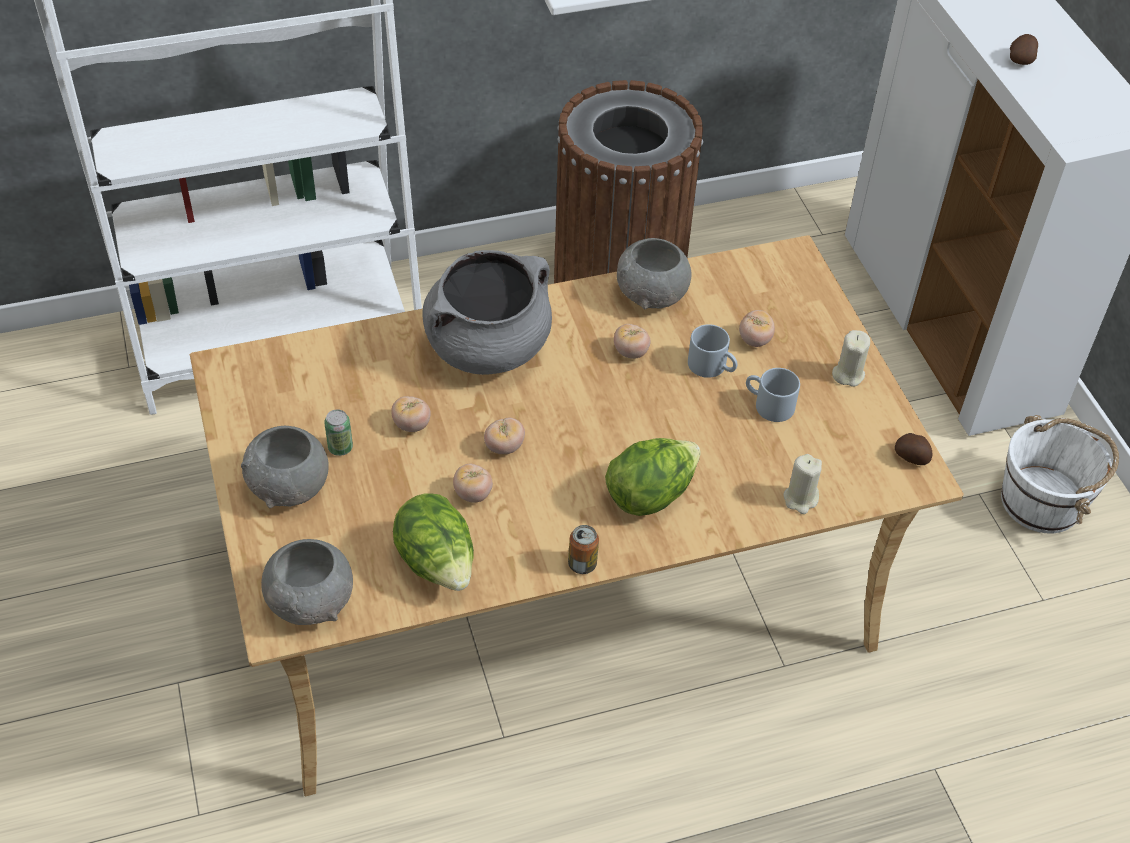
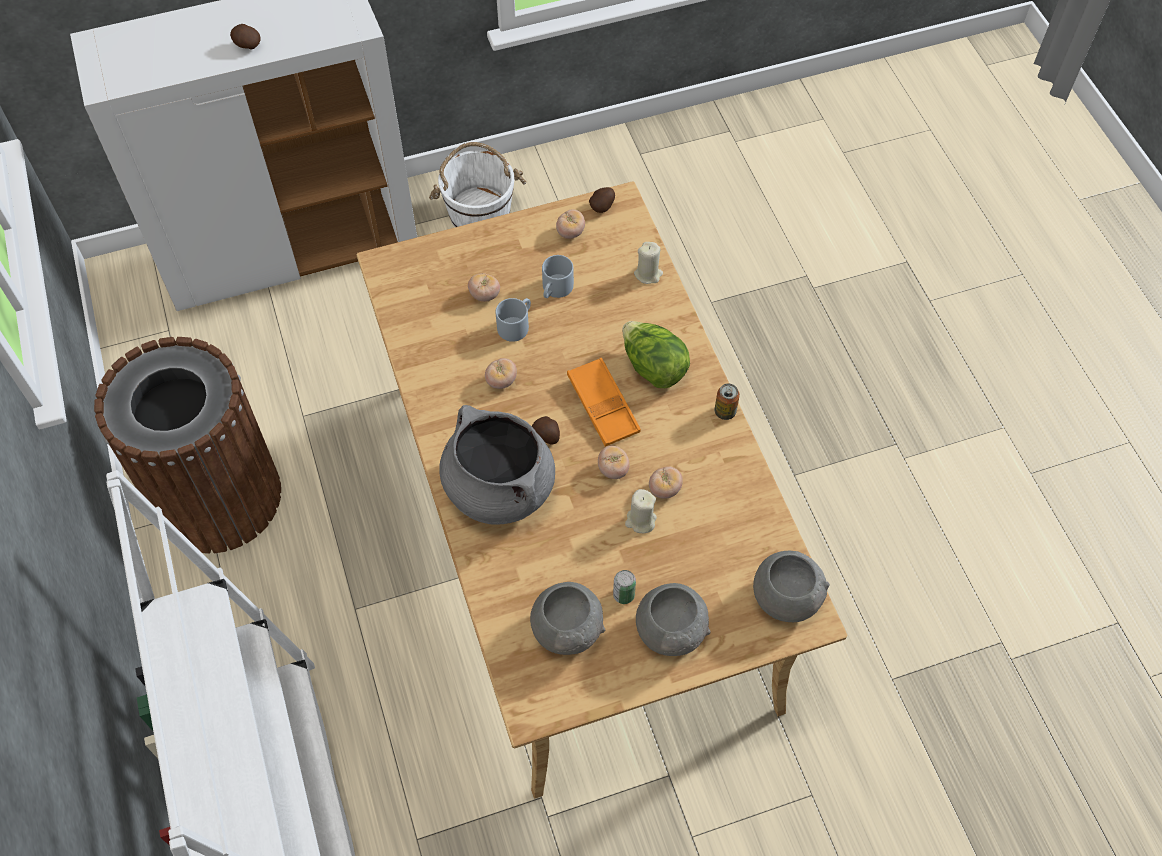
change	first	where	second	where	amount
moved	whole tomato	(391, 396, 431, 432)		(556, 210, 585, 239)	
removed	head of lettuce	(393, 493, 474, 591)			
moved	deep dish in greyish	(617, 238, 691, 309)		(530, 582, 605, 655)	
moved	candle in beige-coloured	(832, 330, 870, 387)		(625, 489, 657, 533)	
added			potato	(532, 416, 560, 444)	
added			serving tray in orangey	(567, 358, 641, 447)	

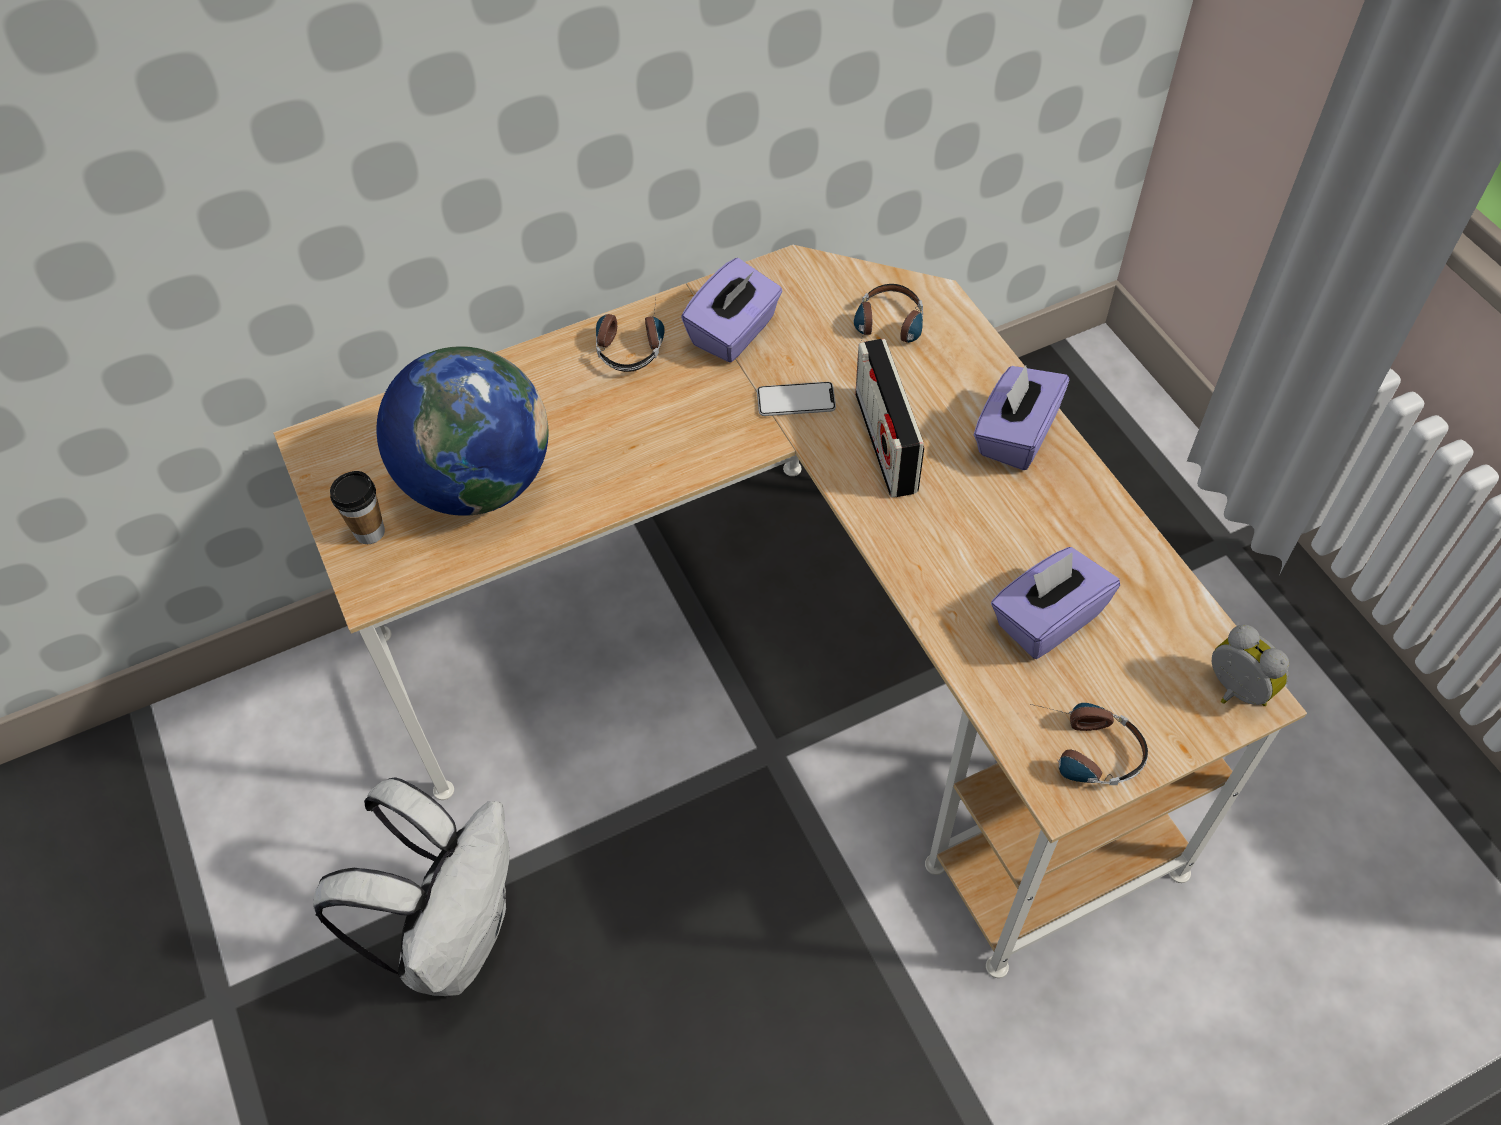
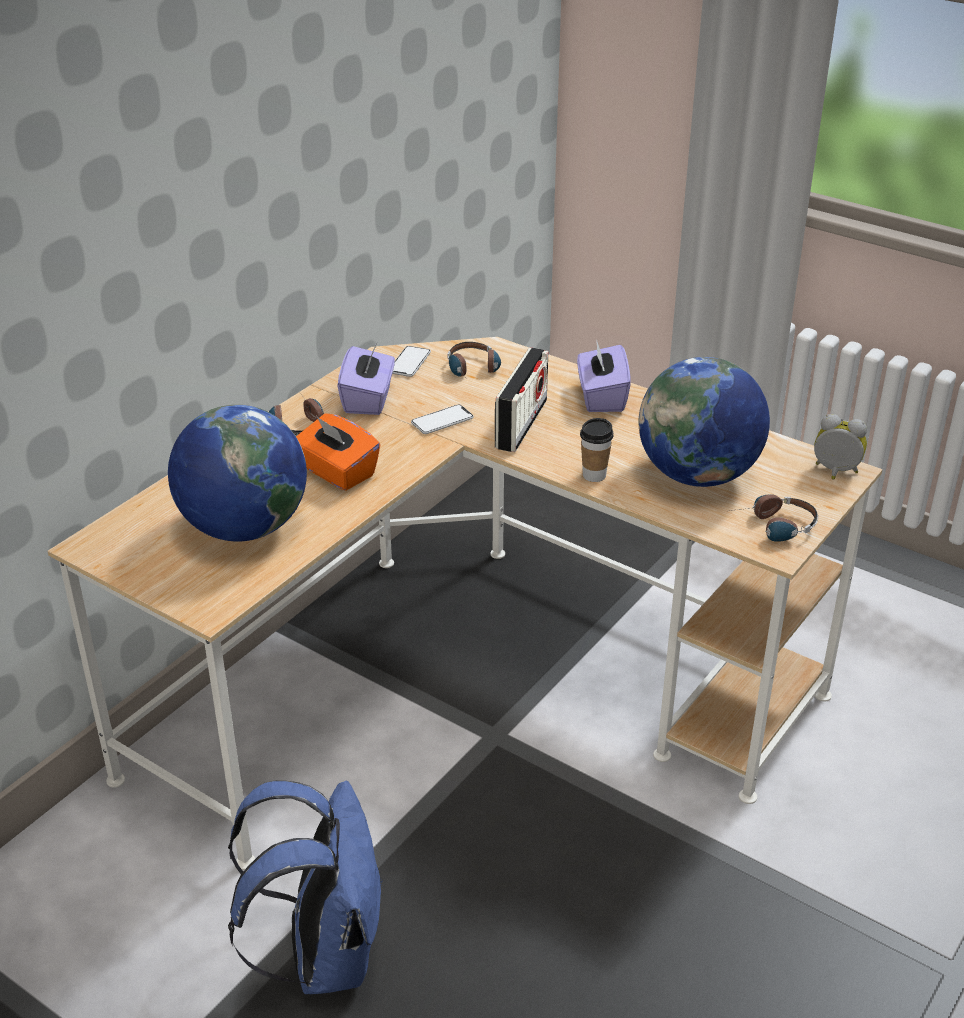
change	first	where	second	where	amount
recoloured	knapsack in whitish	(313, 777, 510, 996)	knapsack in blue-coloured	(228, 780, 383, 994)	
moved	small cup	(330, 471, 385, 544)		(580, 418, 614, 482)	
turned	radio receiver	(855, 339, 924, 498)		(495, 348, 548, 452)	120 degrees counterclockwise
replaced	tissue holder in purple	(991, 547, 1120, 659)	world globe	(639, 357, 770, 487)	
added			tissue holder in orangey	(296, 413, 380, 491)	
added			handset	(392, 346, 431, 377)	

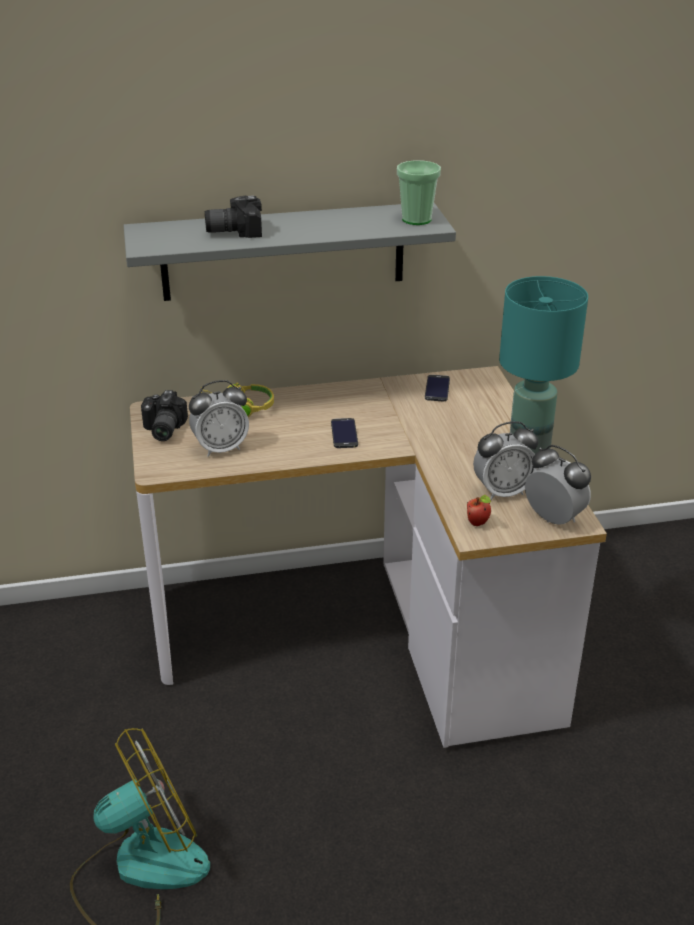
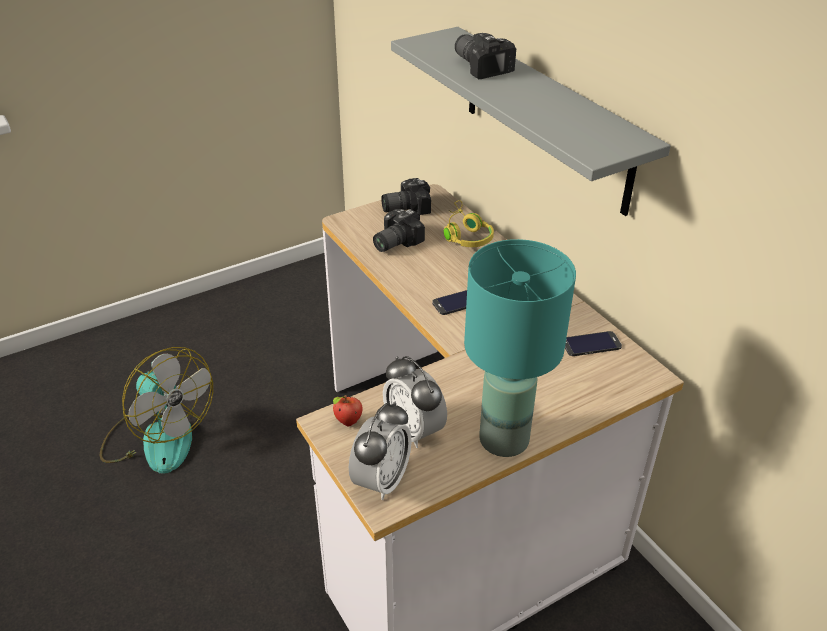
change	first	where	second	where	amount
replaced	table clock	(189, 380, 249, 457)	still camera	(373, 209, 425, 252)	
removed	small cup	(397, 160, 441, 225)			

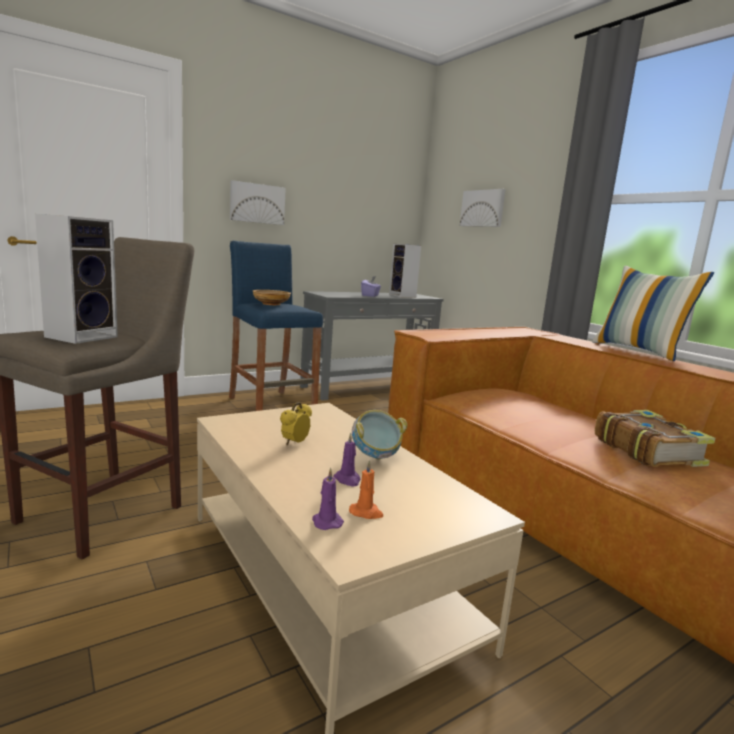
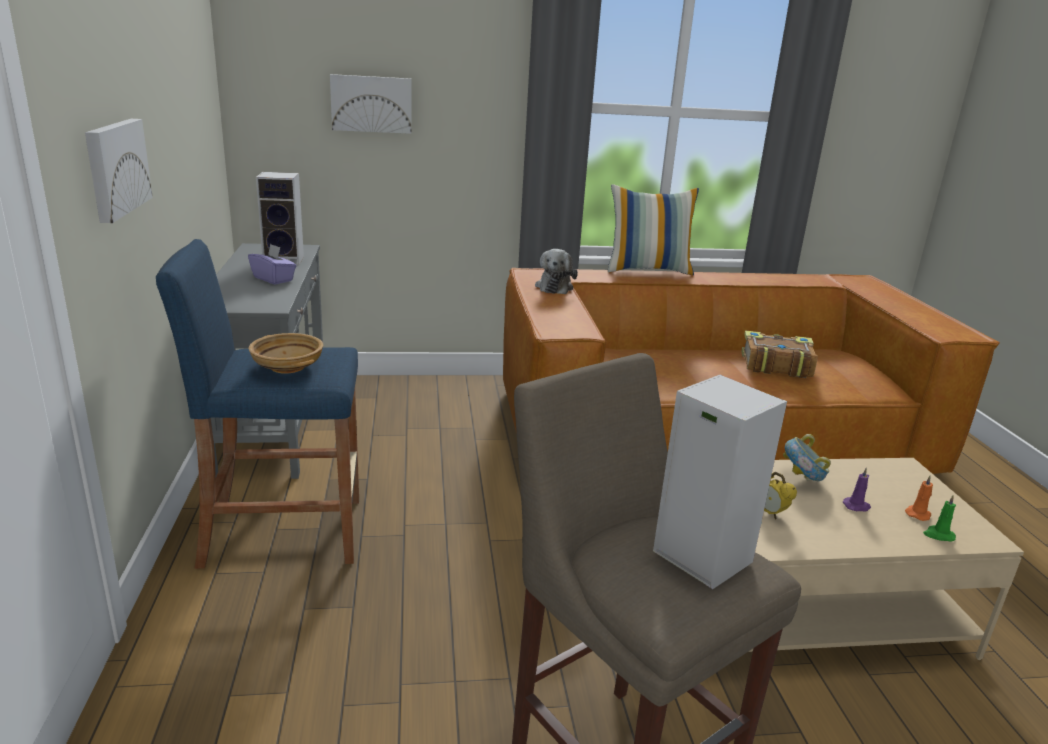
change	first	where	second	where	amount
recoloured	candle in purple	(312, 468, 344, 530)	candle in green	(923, 495, 956, 542)	
added			plush toy	(535, 249, 578, 294)	

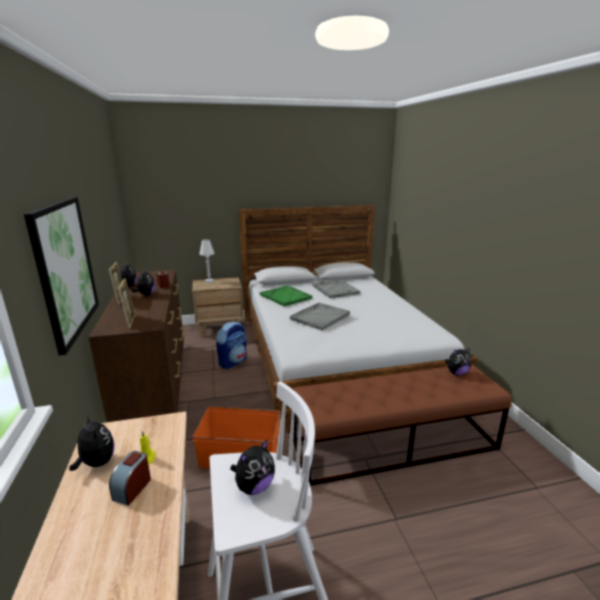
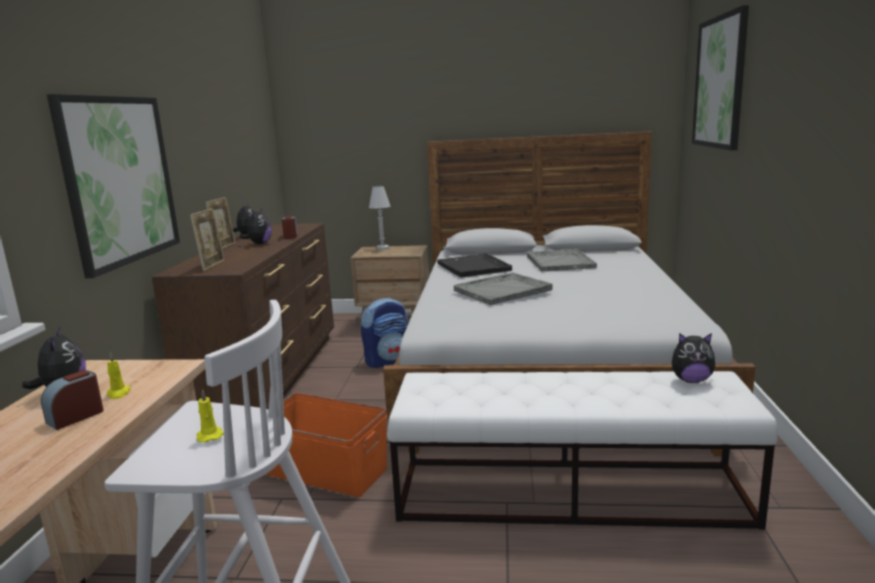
change	first	where	second	where	amount
replaced	plush toy	(230, 440, 275, 495)	candle in yellow-coloured	(196, 390, 224, 442)	
recoloured	serving tray in green	(260, 285, 312, 306)	serving tray in black	(437, 253, 512, 277)	
recoloured	indoor bench in brownish	(293, 364, 512, 486)	indoor bench in whitish	(387, 371, 778, 530)	
added			wall picture	(692, 5, 749, 150)	

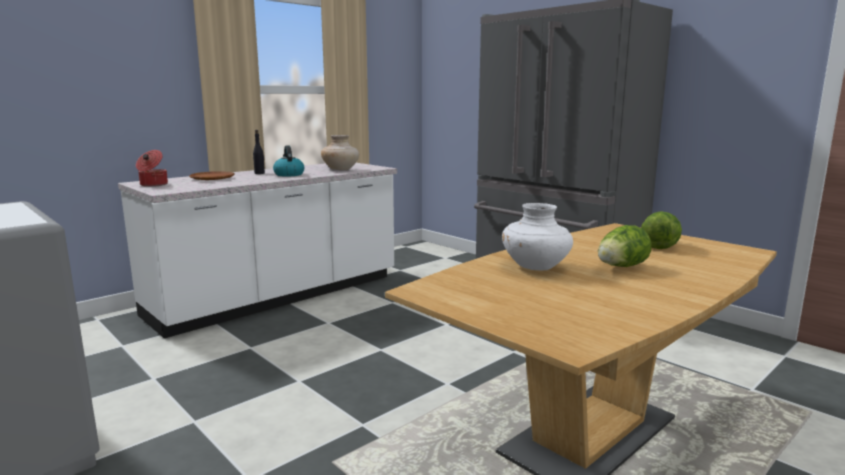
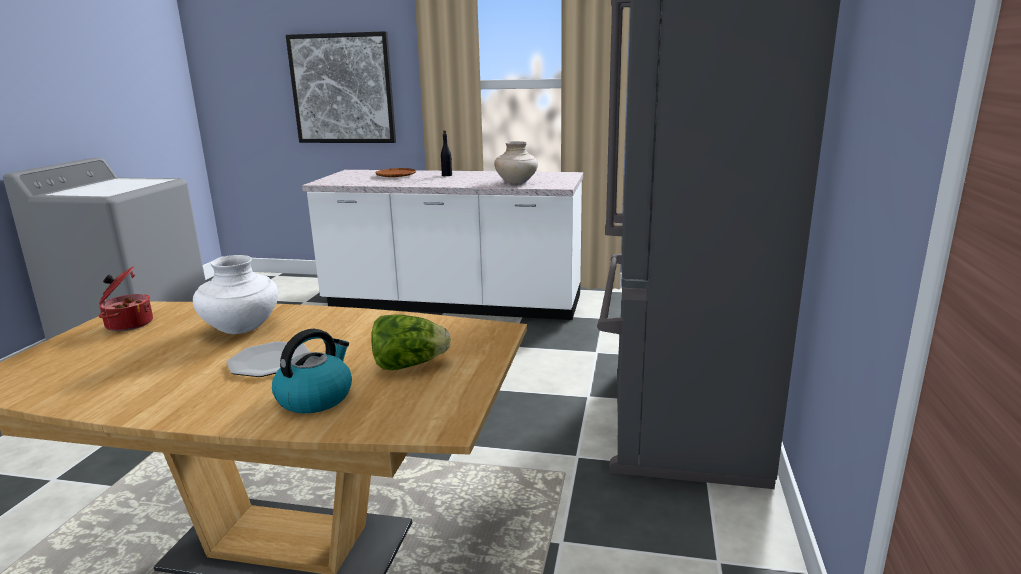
change	first	where	second	where	amount
moved	saucepot	(136, 150, 168, 187)		(99, 266, 153, 331)	
moved	water kettle	(273, 145, 304, 177)		(272, 329, 352, 413)	
replaced	head of lettuce	(598, 225, 651, 267)	flat dish	(227, 341, 310, 377)	
added			wall picture	(286, 31, 396, 143)	

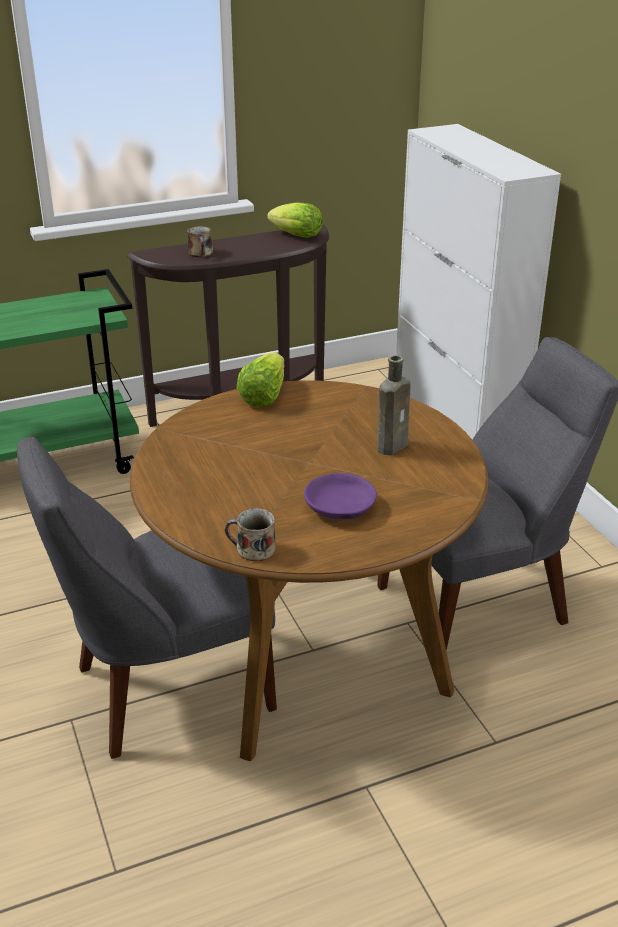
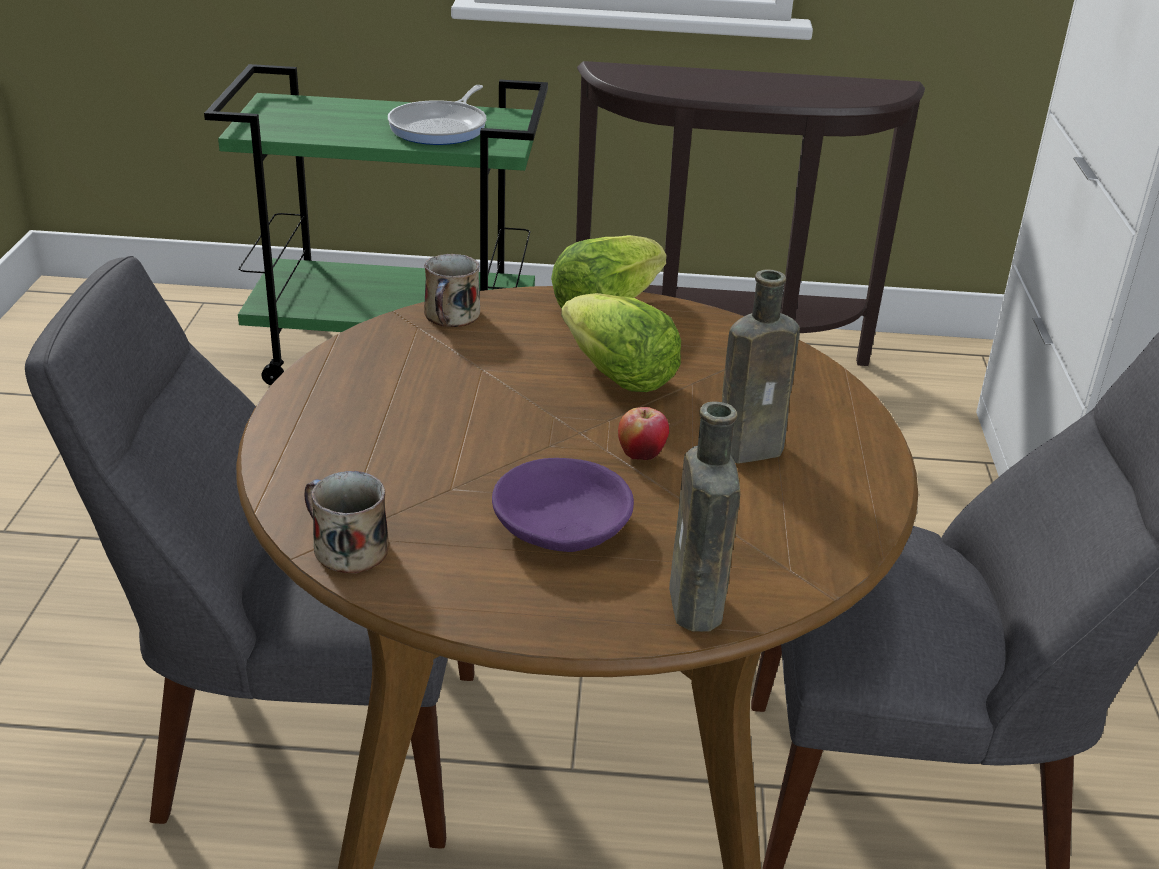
change	first	where	second	where	amount
moved	coffee mug	(187, 226, 213, 257)		(424, 254, 480, 327)	
moved	head of lettuce	(267, 202, 323, 238)		(561, 293, 681, 392)	
added			pan	(388, 85, 487, 145)	
added			whole apple	(618, 407, 669, 460)	
added			drink bottle in brownish	(669, 401, 740, 632)	

